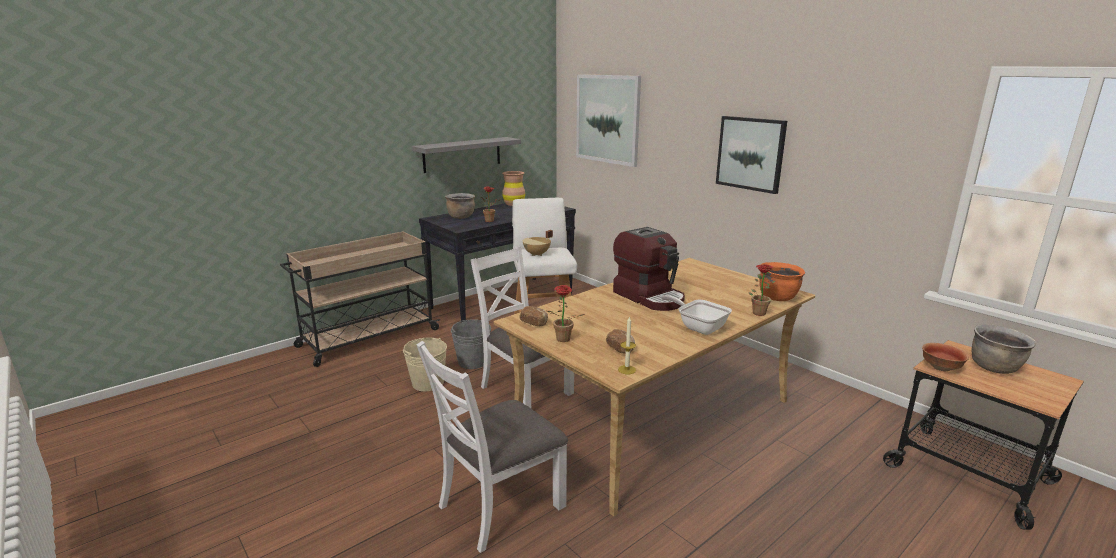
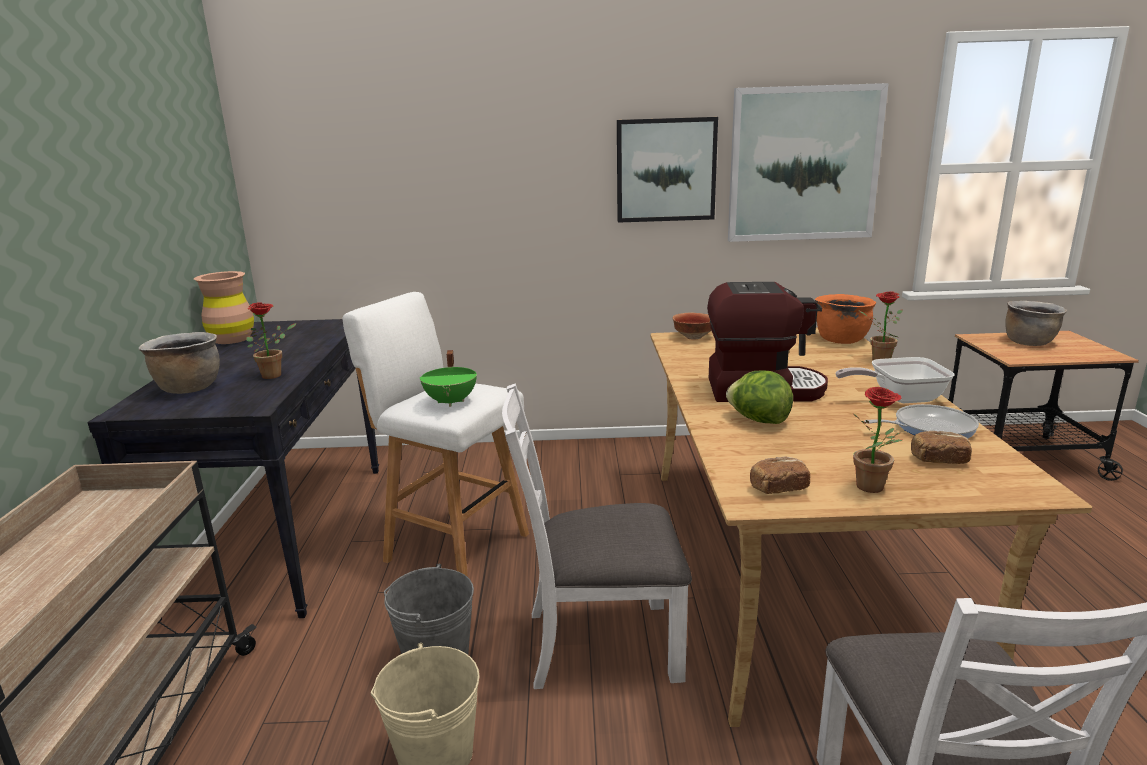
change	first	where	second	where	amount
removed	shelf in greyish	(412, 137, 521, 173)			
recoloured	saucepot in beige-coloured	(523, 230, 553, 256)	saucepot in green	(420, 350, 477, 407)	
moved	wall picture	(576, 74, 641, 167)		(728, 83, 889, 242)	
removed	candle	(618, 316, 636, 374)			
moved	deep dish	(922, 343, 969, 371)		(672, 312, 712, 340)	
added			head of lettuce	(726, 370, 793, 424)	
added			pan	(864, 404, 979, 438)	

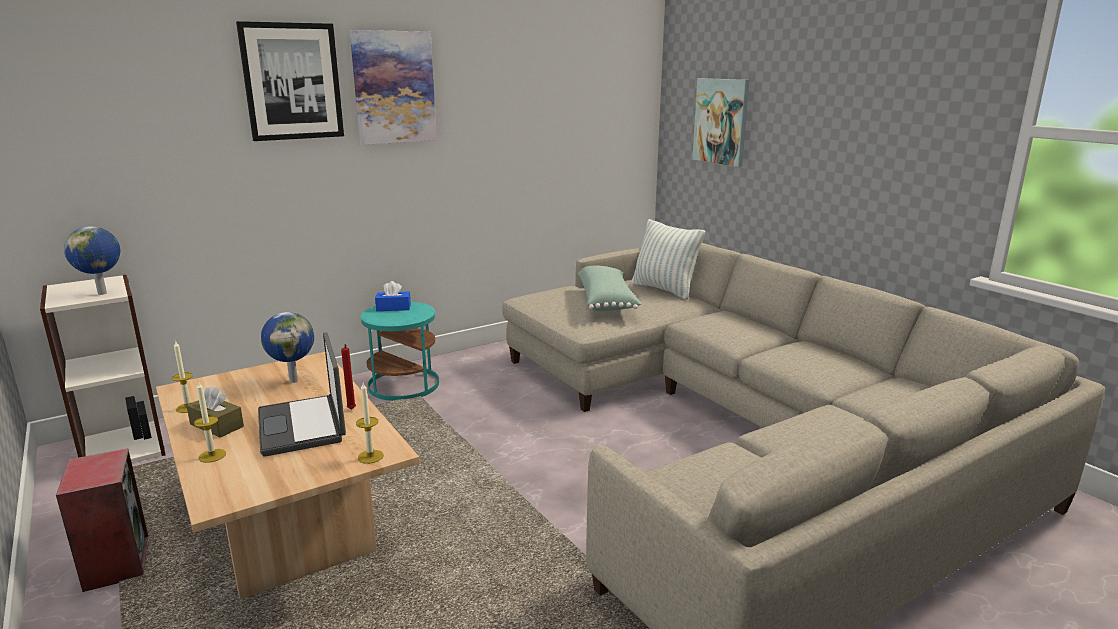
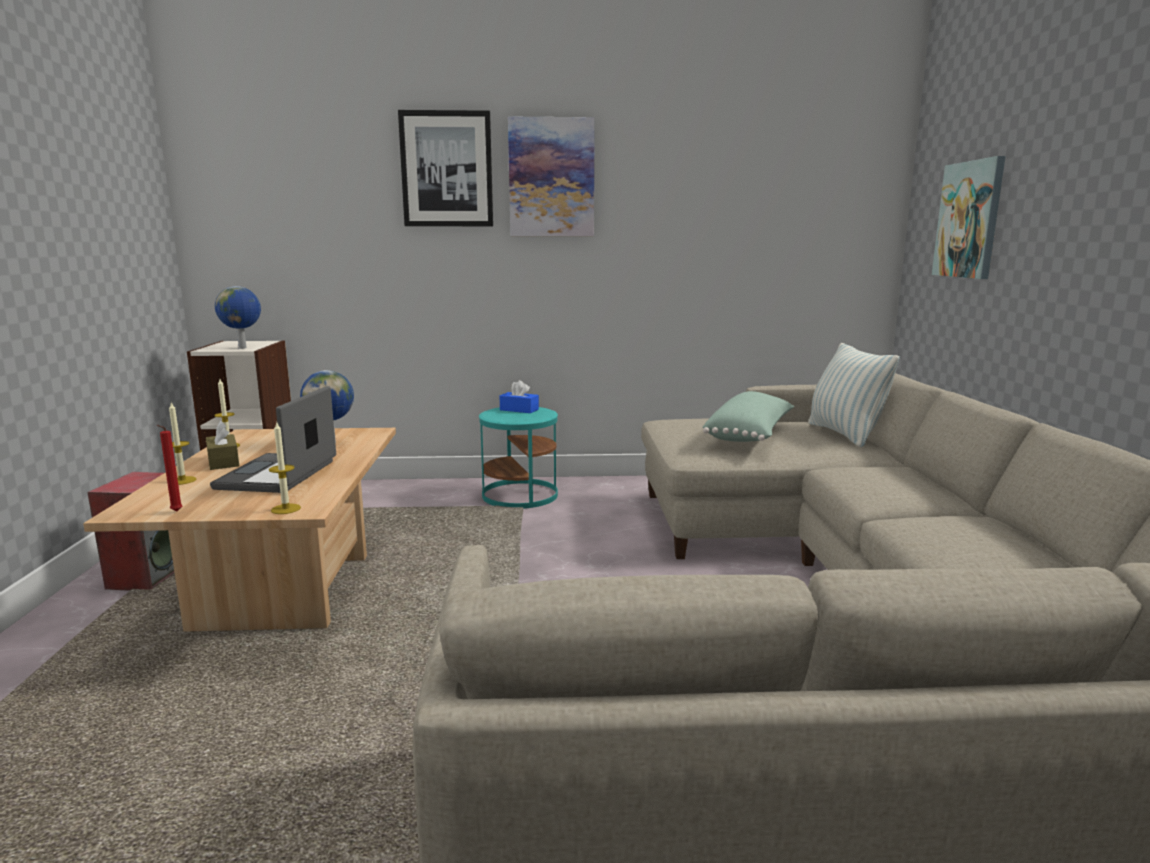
change	first	where	second	where	amount
moved	candle in red-coloured	(341, 344, 356, 409)		(157, 425, 183, 511)	

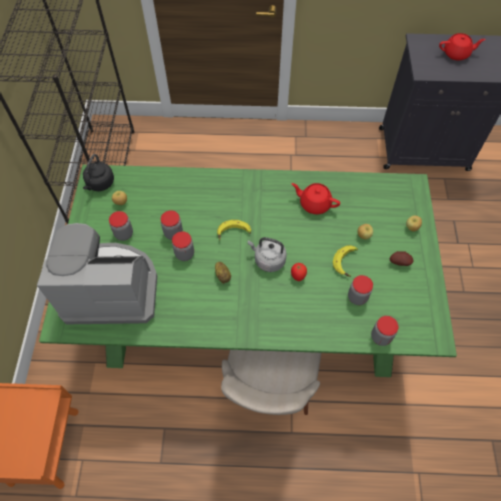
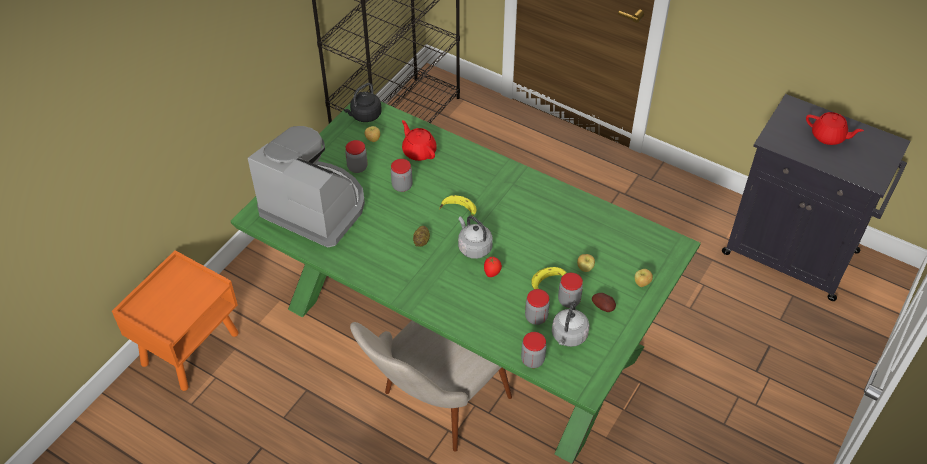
change	first	where	second	where	amount
moved	jar	(172, 231, 194, 261)		(558, 273, 583, 308)	
moved	pot for tea in red-coloured	(291, 183, 340, 214)		(402, 120, 437, 161)	
added			water kettle in greyish	(552, 300, 590, 347)	

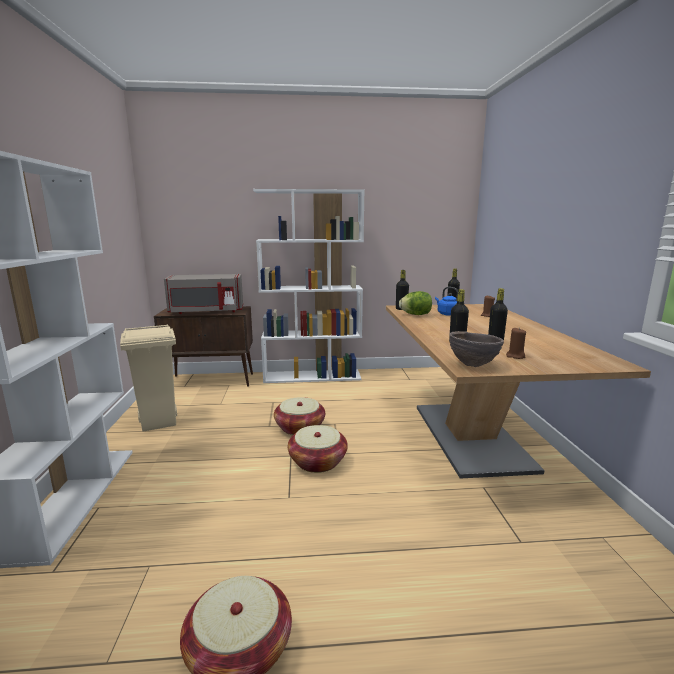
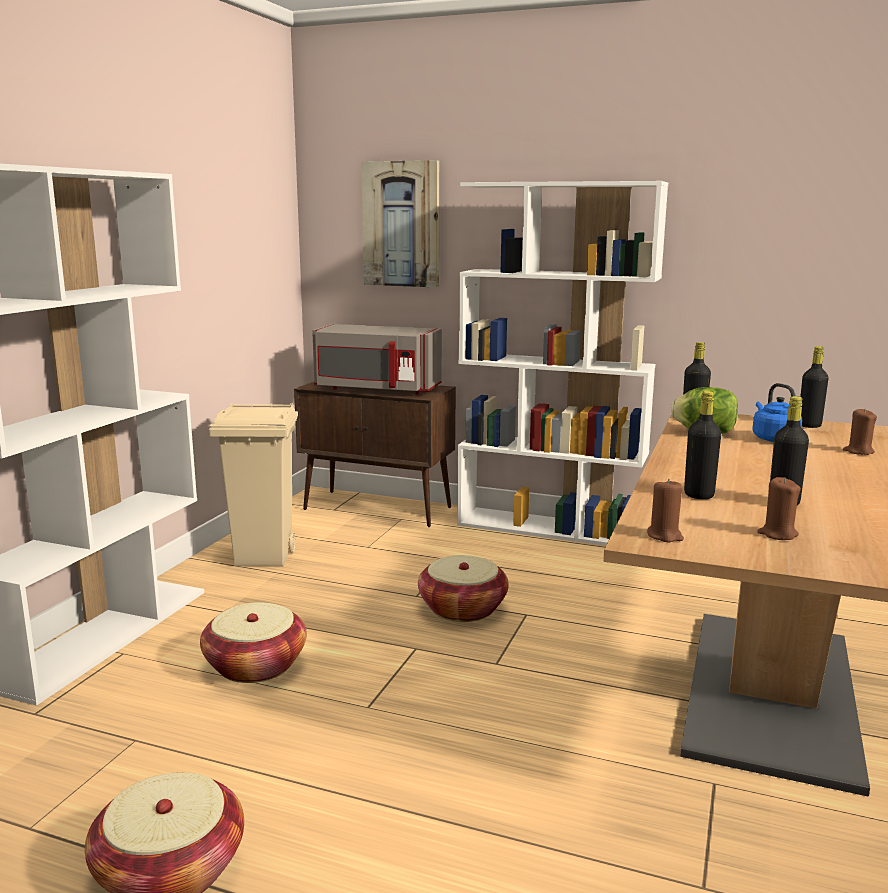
change	first	where	second	where	amount
moved	basket	(288, 425, 348, 473)		(200, 602, 307, 683)	
replaced	deep dish in brownish	(449, 331, 504, 367)	candle in brownish	(647, 479, 684, 542)	
added			wall picture	(361, 160, 439, 288)	

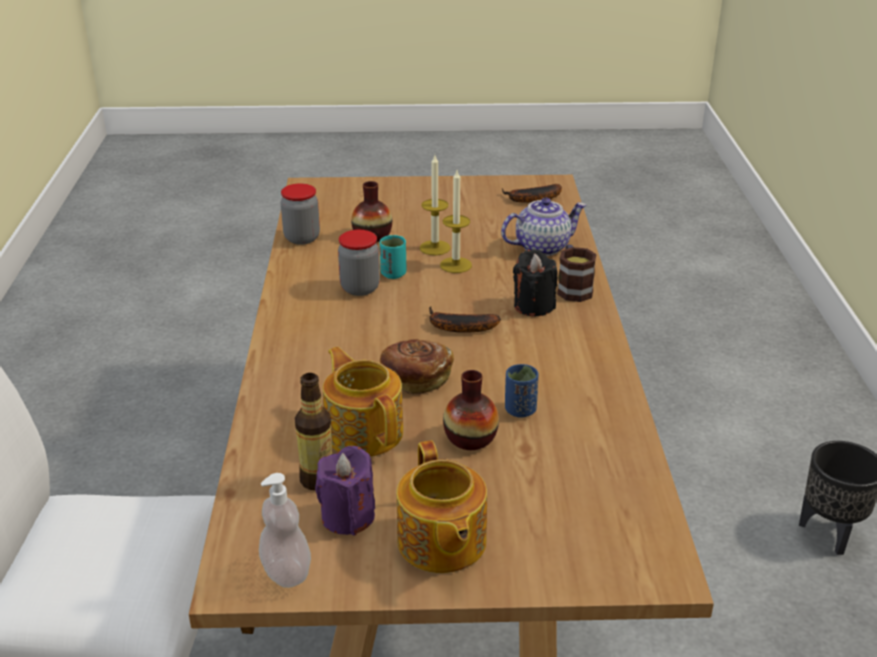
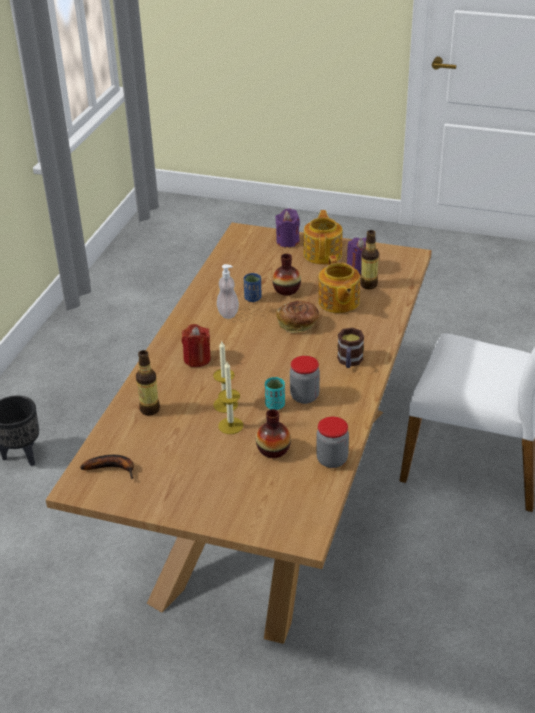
change	first	where	second	where	amount
moved	liquid soap bottle	(259, 473, 311, 588)		(217, 264, 239, 319)	
removed	banana	(429, 306, 501, 333)			
replaced	pot for tea	(501, 198, 587, 256)	drink bottle	(136, 350, 160, 416)	
recoloured	candle in black	(513, 250, 558, 317)	candle in red-coloured	(182, 324, 211, 367)	
moved	coffee mug	(557, 244, 597, 302)		(337, 328, 364, 368)	
added			candle in purple	(275, 208, 300, 247)	

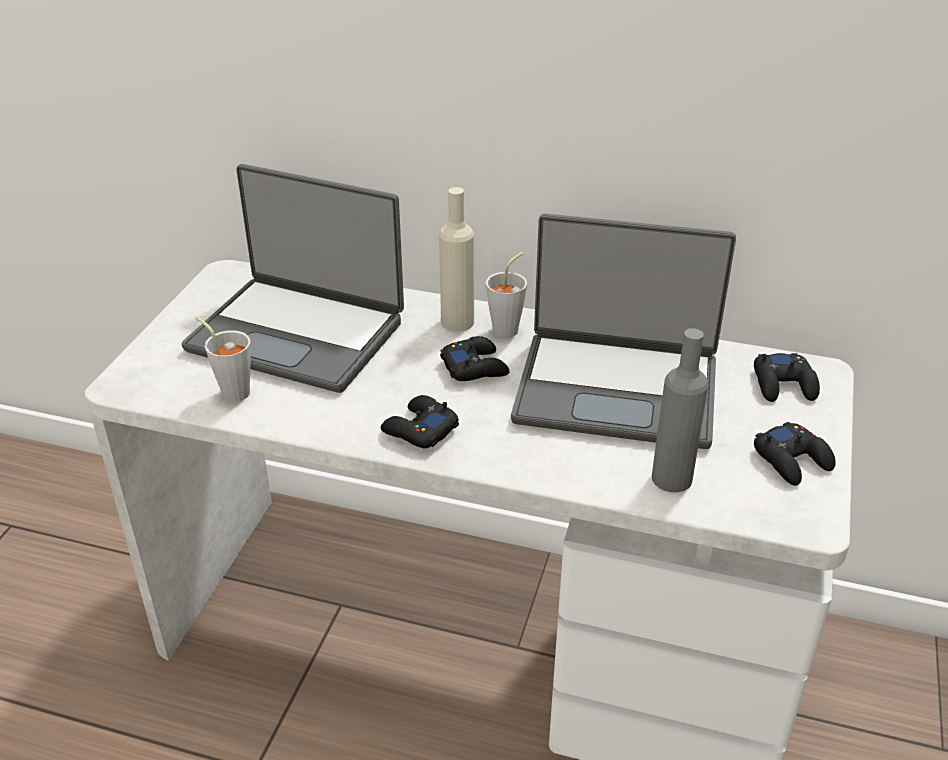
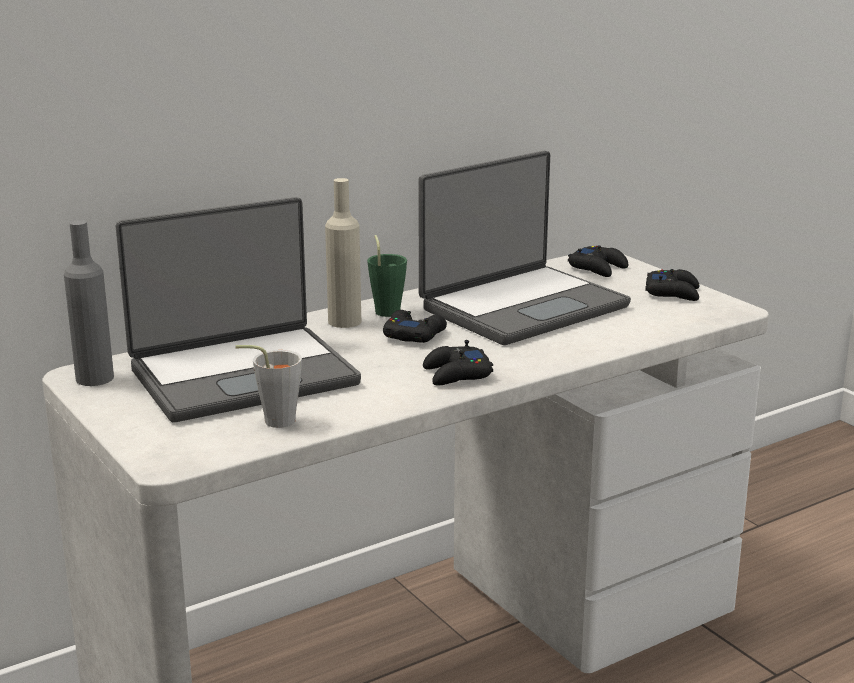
change	first	where	second	where	amount
recoloured	small cup in greyish	(486, 252, 527, 338)	small cup in green	(367, 235, 407, 317)	
moved	drink bottle in greyish	(652, 328, 709, 493)		(64, 220, 114, 386)	

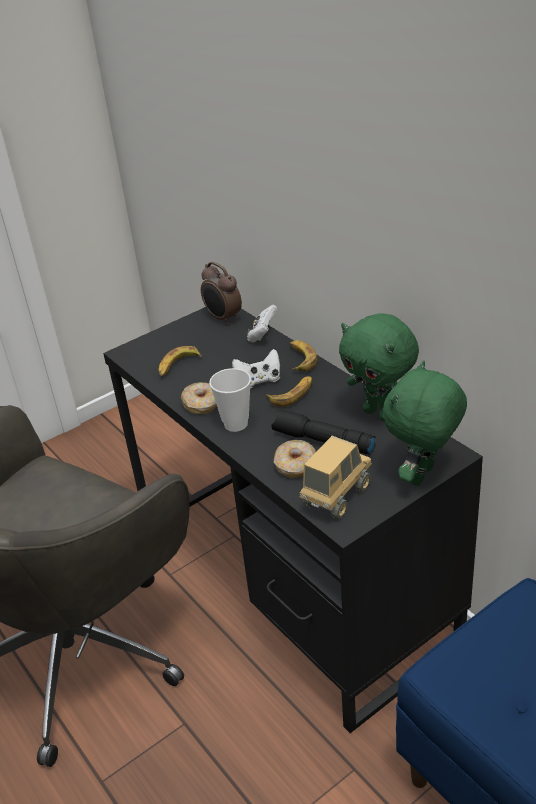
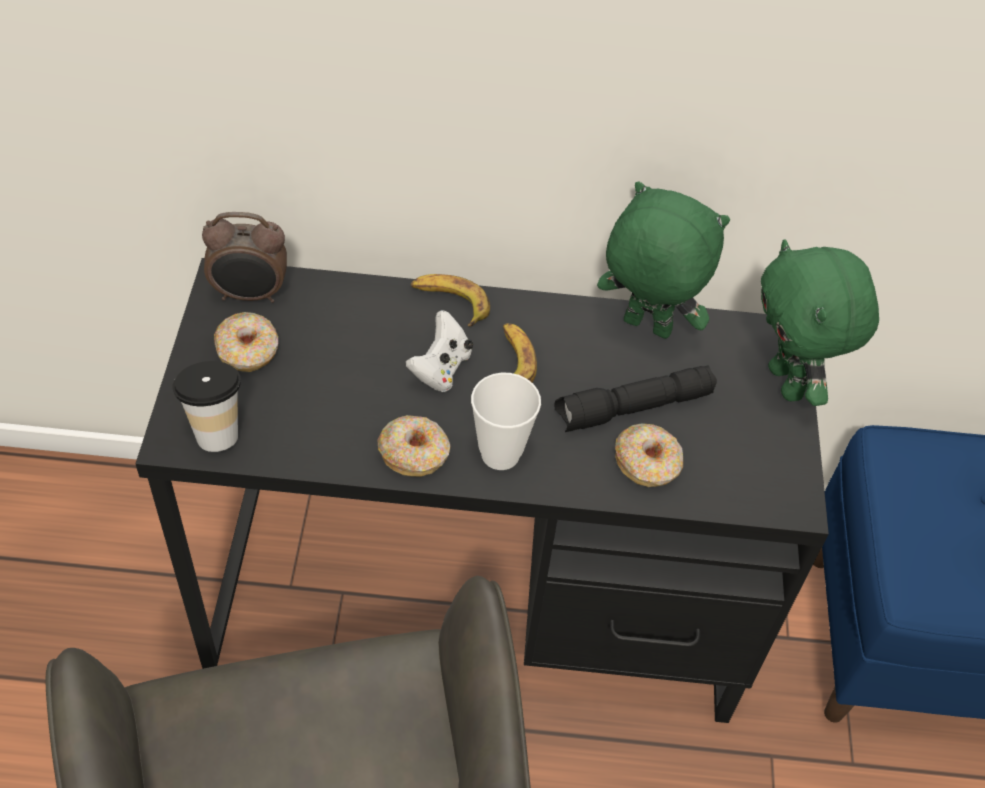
change	first	where	second	where	amount
removed	banana	(159, 346, 202, 377)			
removed	gamepad in whitish	(246, 305, 277, 342)			
removed	toy truck	(299, 436, 372, 519)			
turned	plush toy in green	(339, 314, 419, 422)		(597, 181, 730, 339)	150 degrees counterclockwise
added			small cup	(172, 361, 241, 452)	
added			donut	(214, 312, 278, 372)	

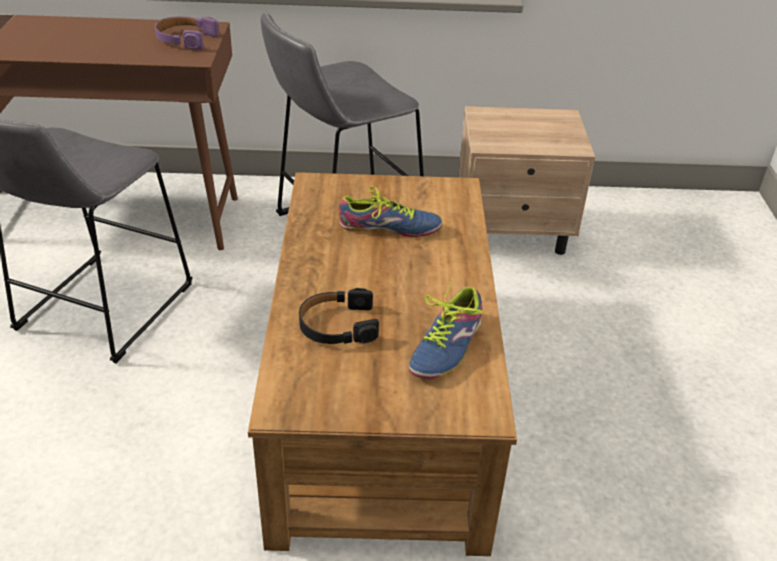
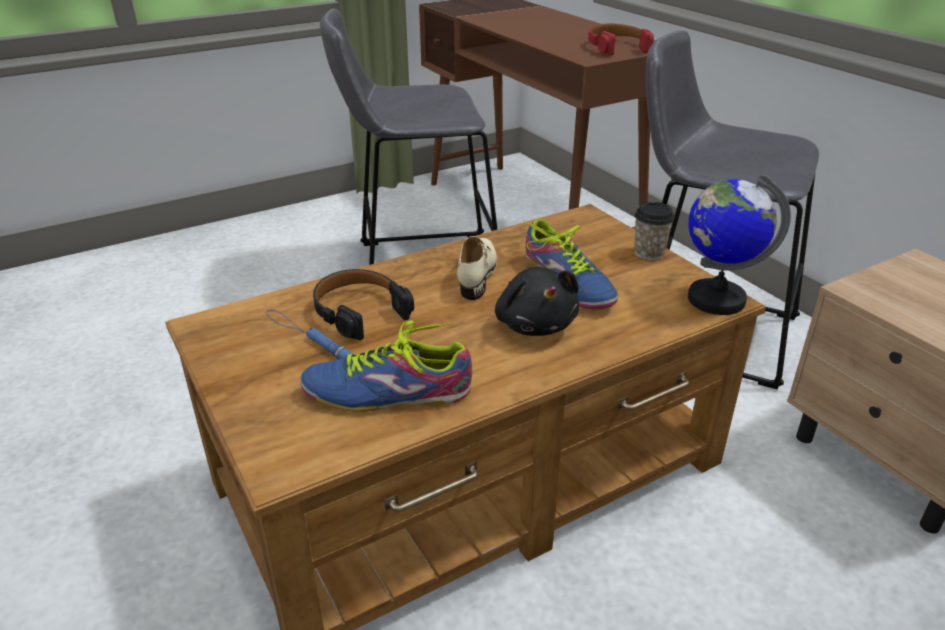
change	first	where	second	where	amount
recoloured	headphones in purple	(155, 16, 219, 50)	headphones in red-coloured	(588, 23, 654, 56)	
added			flashlight in blue-coloured	(267, 310, 352, 359)	
added			item of footwear in beige-coloured	(457, 236, 497, 300)	
added			plush toy in black	(495, 267, 579, 336)	
added			small cup	(634, 202, 675, 260)	
added			world globe	(688, 174, 791, 315)	

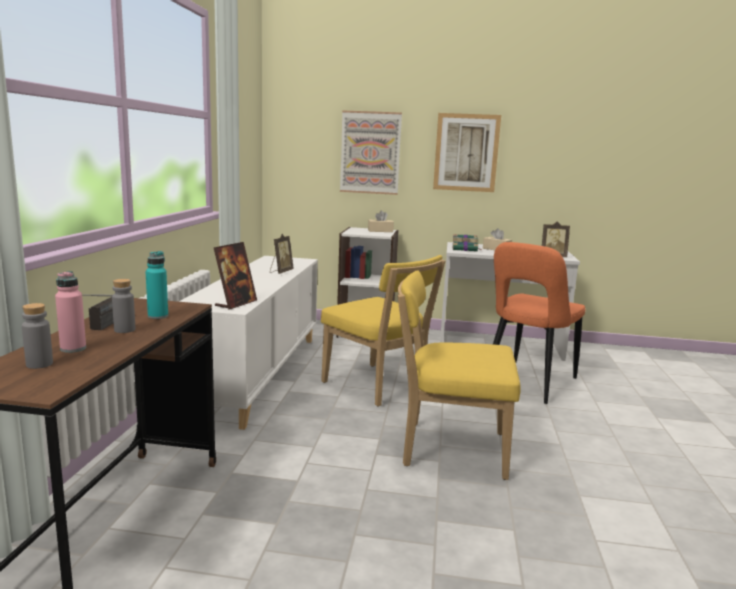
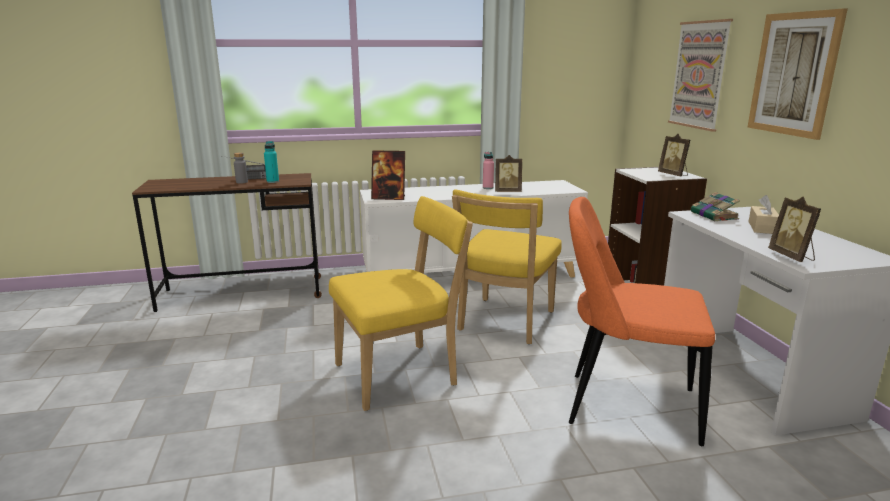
change	first	where	second	where	amount
removed	drink bottle in greyish	(22, 303, 53, 369)			
moved	drink bottle in pink-coloured	(55, 271, 86, 353)		(483, 152, 494, 189)	
replaced	tissue holder in beige-coloured	(368, 211, 394, 232)	standing frame	(658, 134, 690, 176)	
turned	upright chair in yellow-coloured	(397, 270, 521, 480)		(329, 196, 473, 411)	75 degrees clockwise

